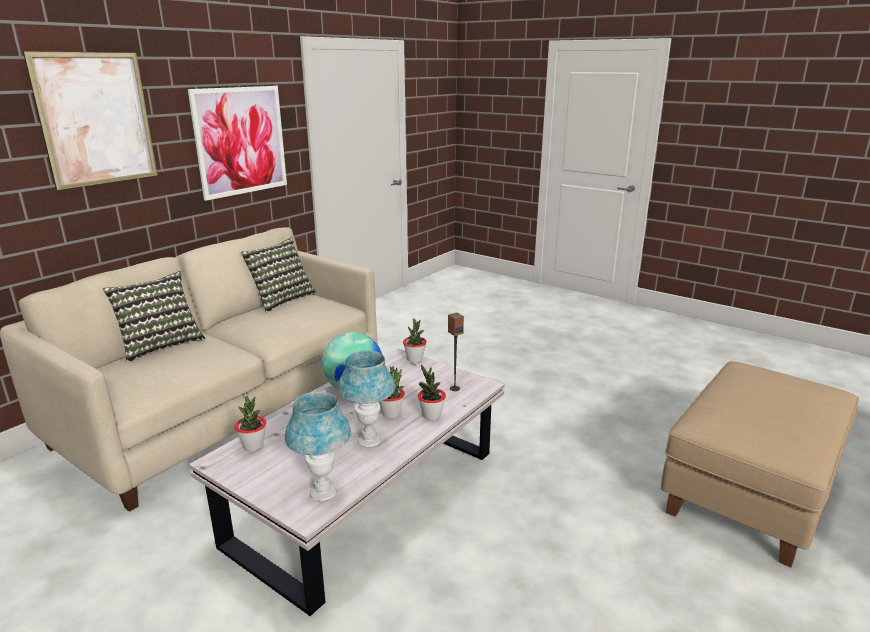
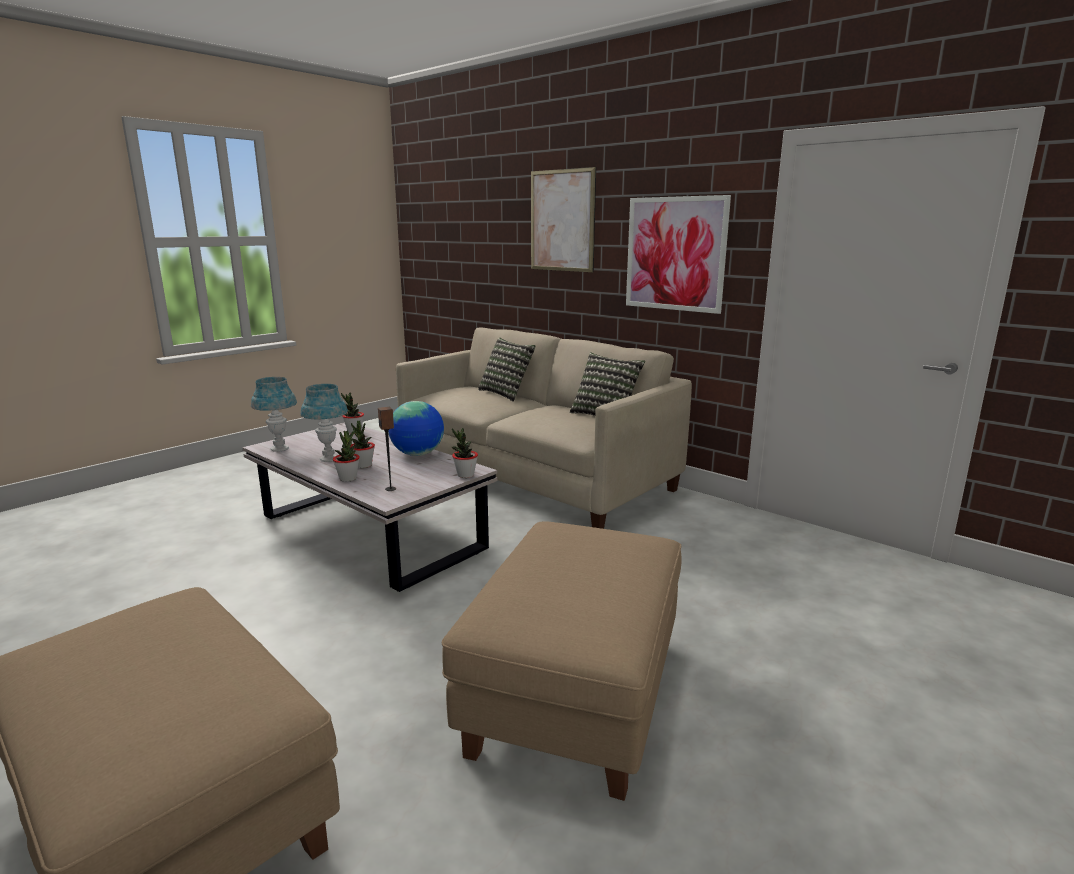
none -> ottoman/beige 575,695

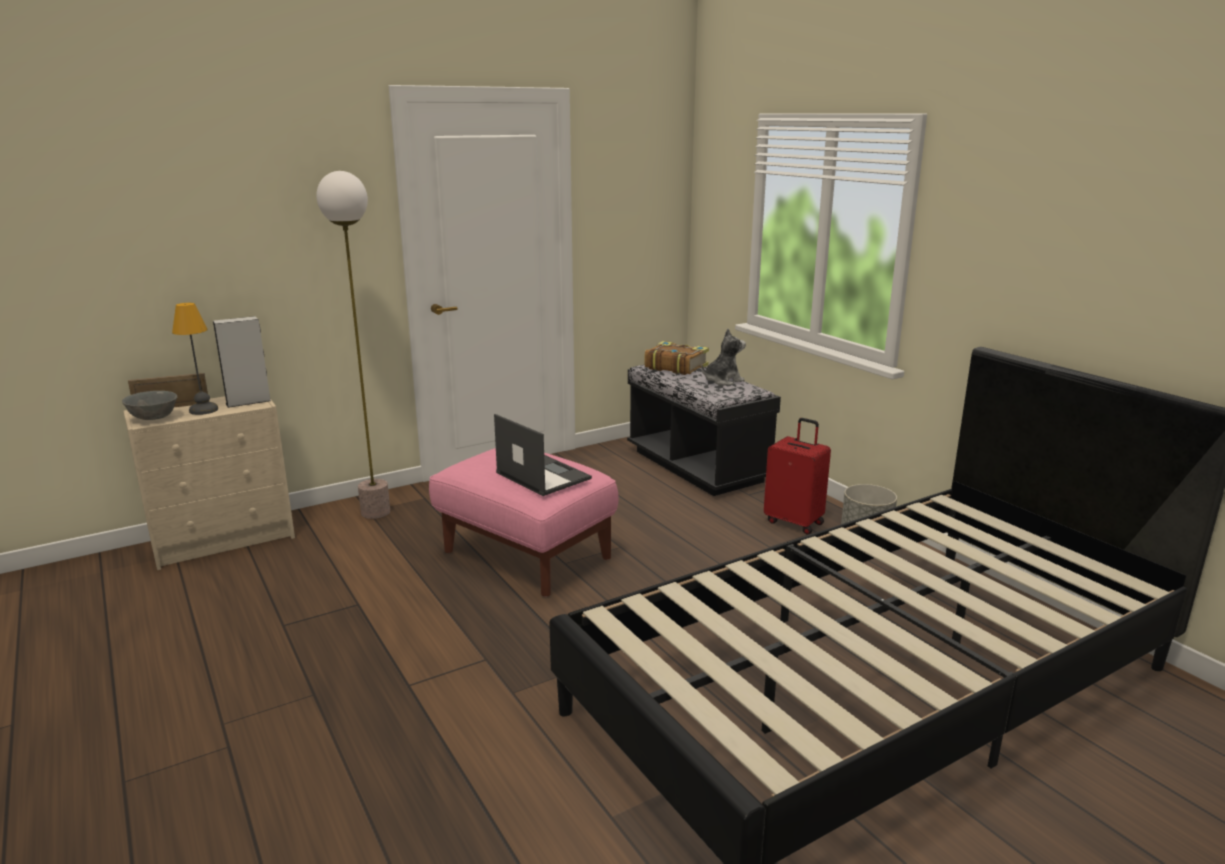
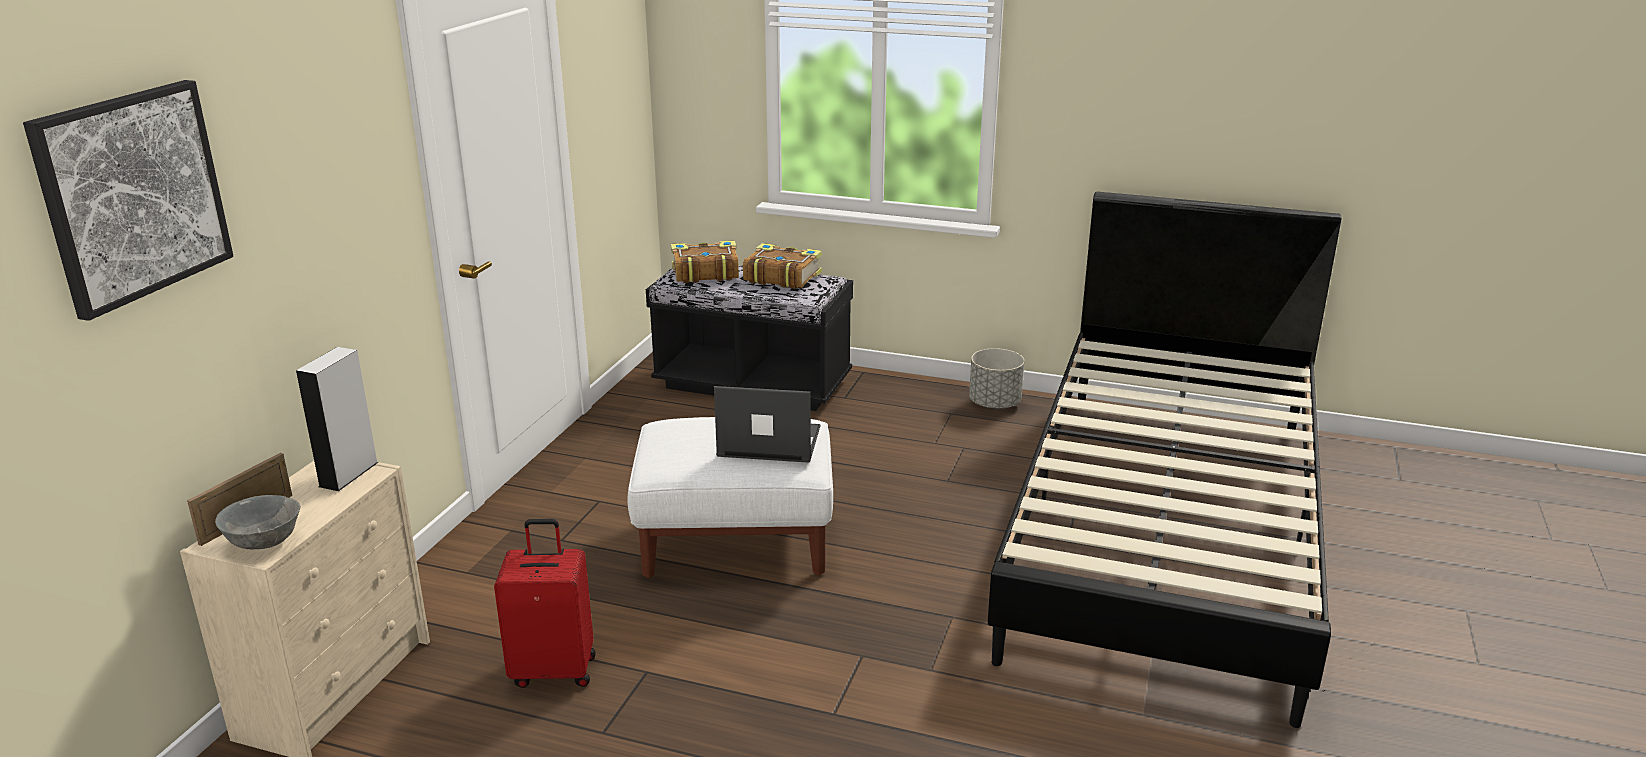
table lamp 204,410 -> none
floor lamp 376,512 -> none
ottoman/pink 525,555 -> ottoman/white 734,544
plush toy 722,381 -> book 781,277
suitcase/red 794,522 -> suitcase/red 554,670, move
none -> picture 133,195

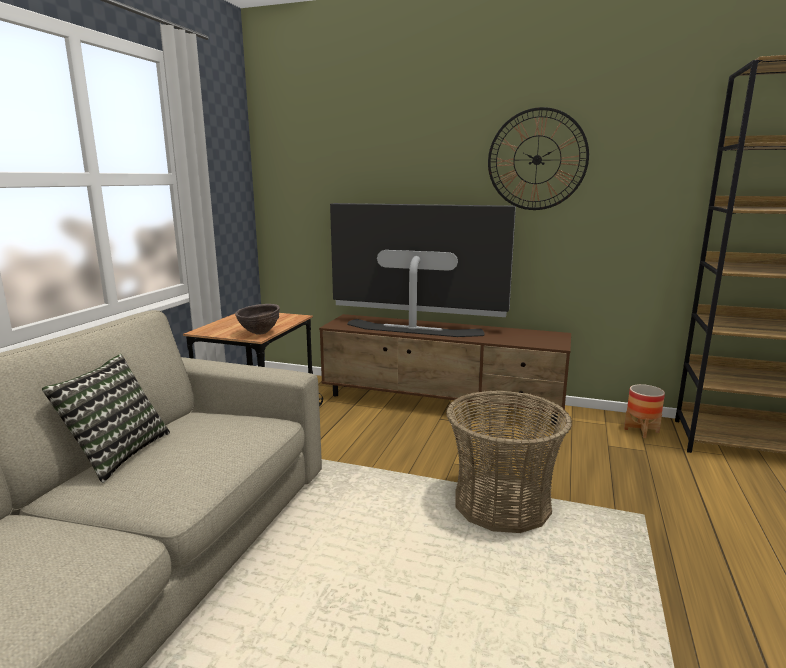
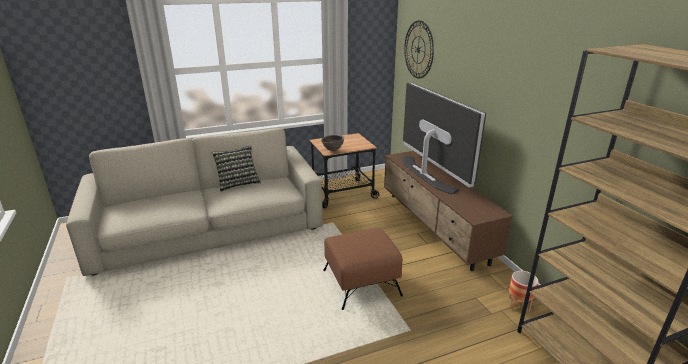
basket 501,504 -> ottoman/brown 362,283
wall clock 537,160 -> wall clock 418,50, move

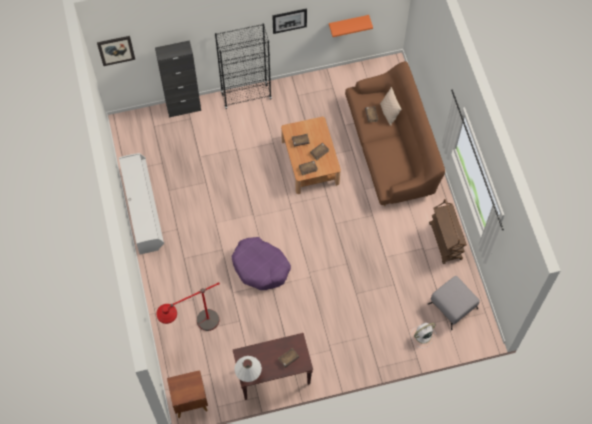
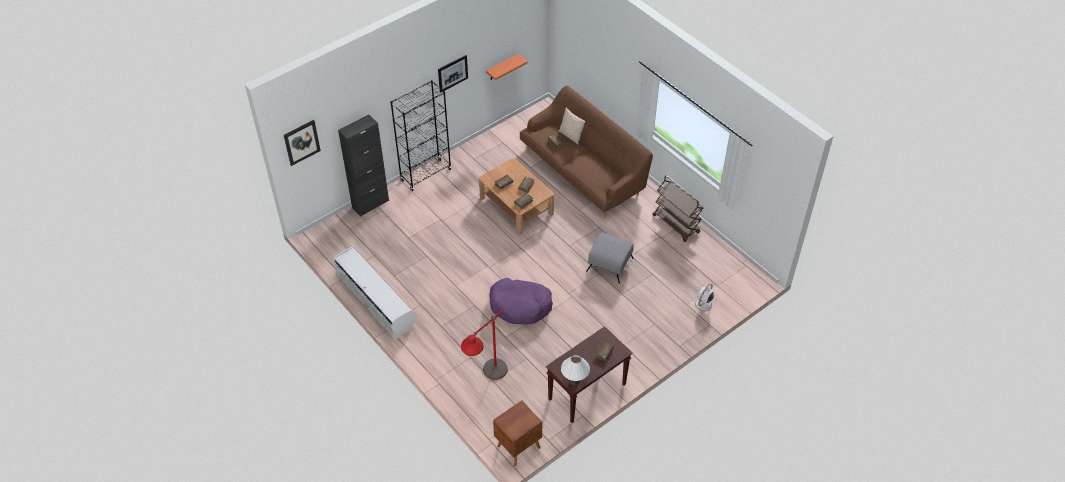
ottoman/grey 452,306 -> ottoman/grey 609,264, move

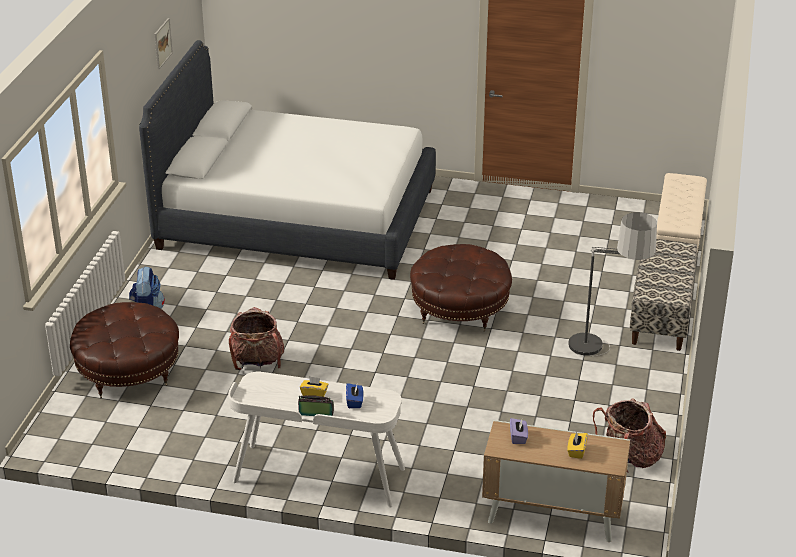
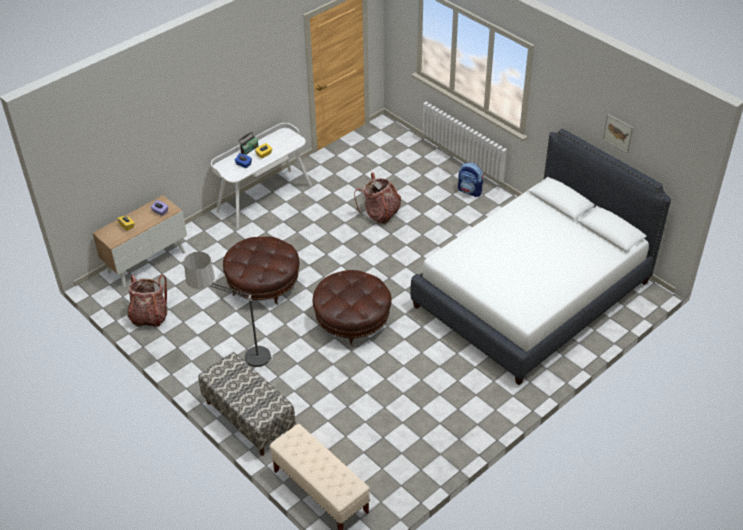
ottoman/brown 128,371 -> ottoman/brown 263,284, move

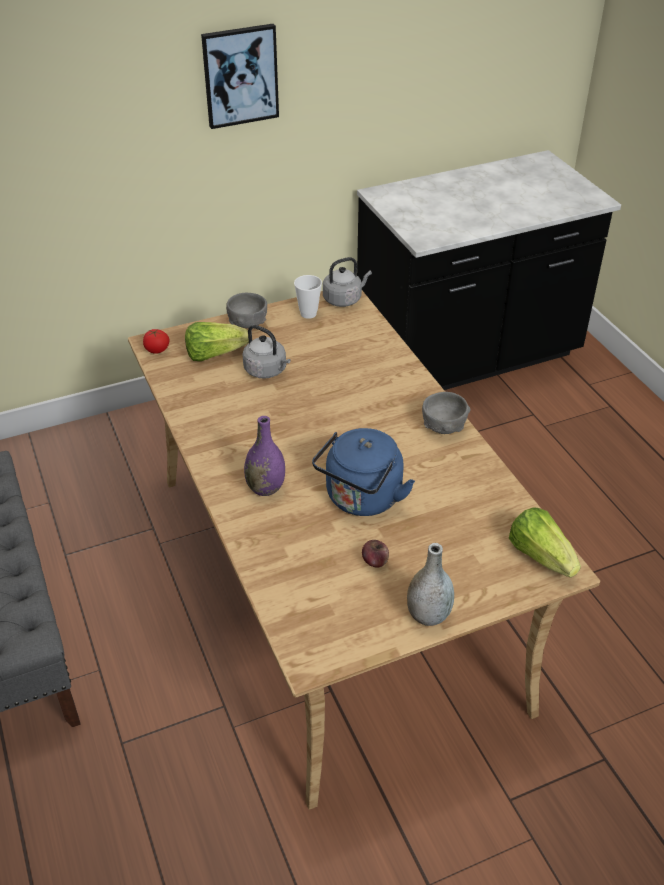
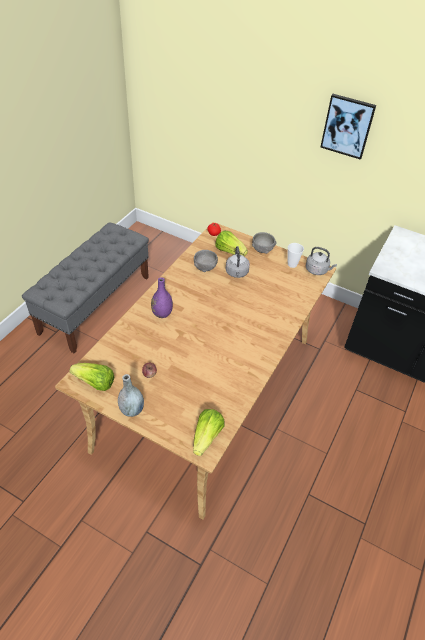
kettle/blue 361,499 -> none
bowl/grey 443,426 -> bowl/grey 205,267, move
none -> lettuce 95,383

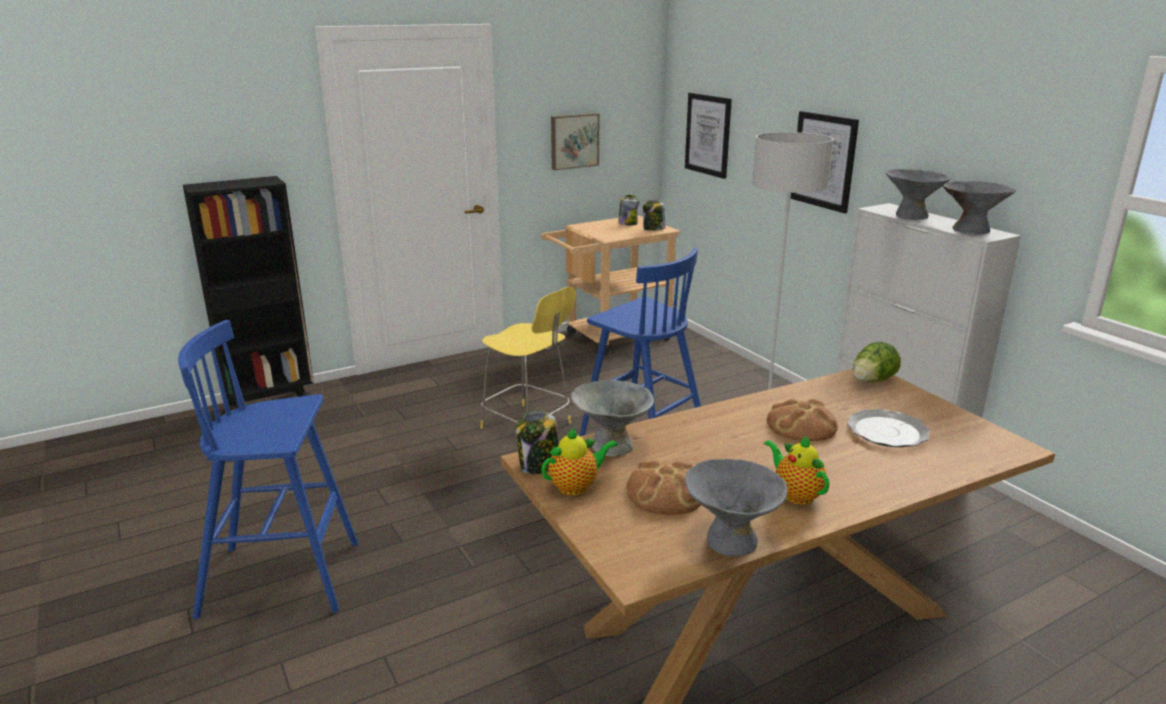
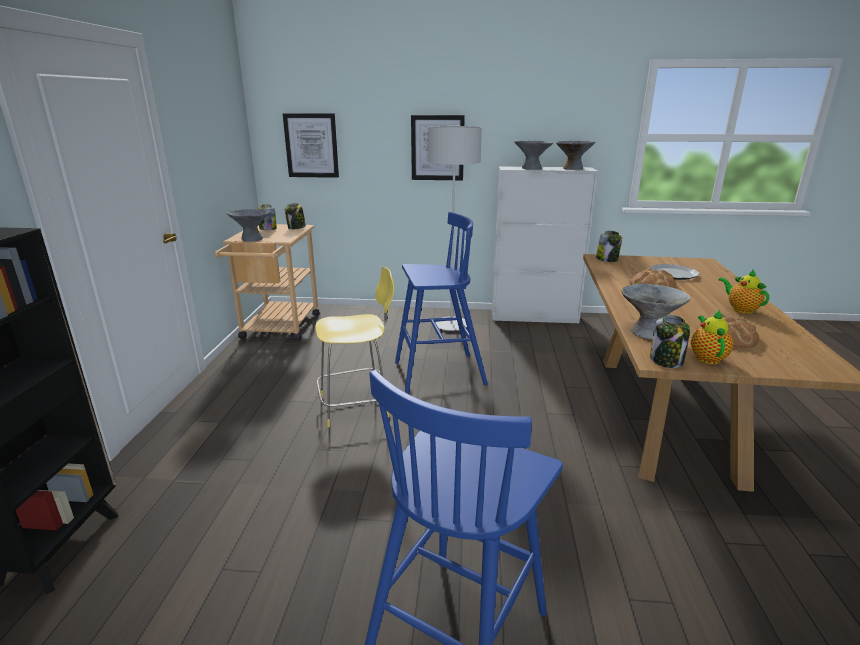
picture 574,141 -> none
bowl/grey 731,540 -> bowl/grey 251,239, move
teapot 795,494 -> teapot 740,309, 60 degrees clockwise
lettuce 871,381 -> jar 607,259

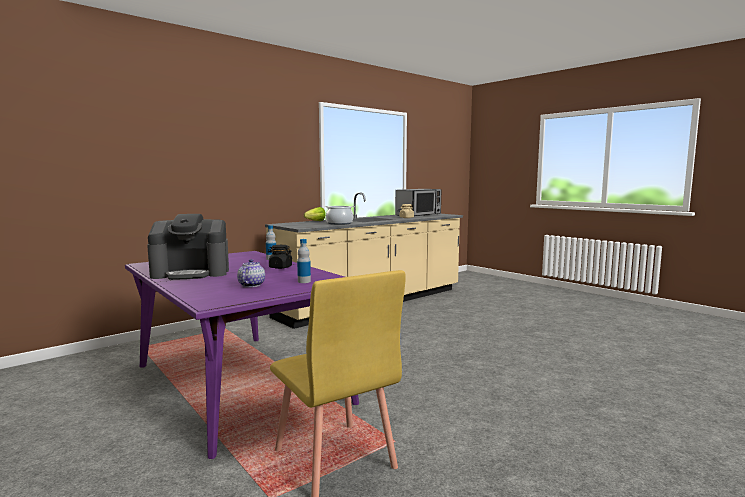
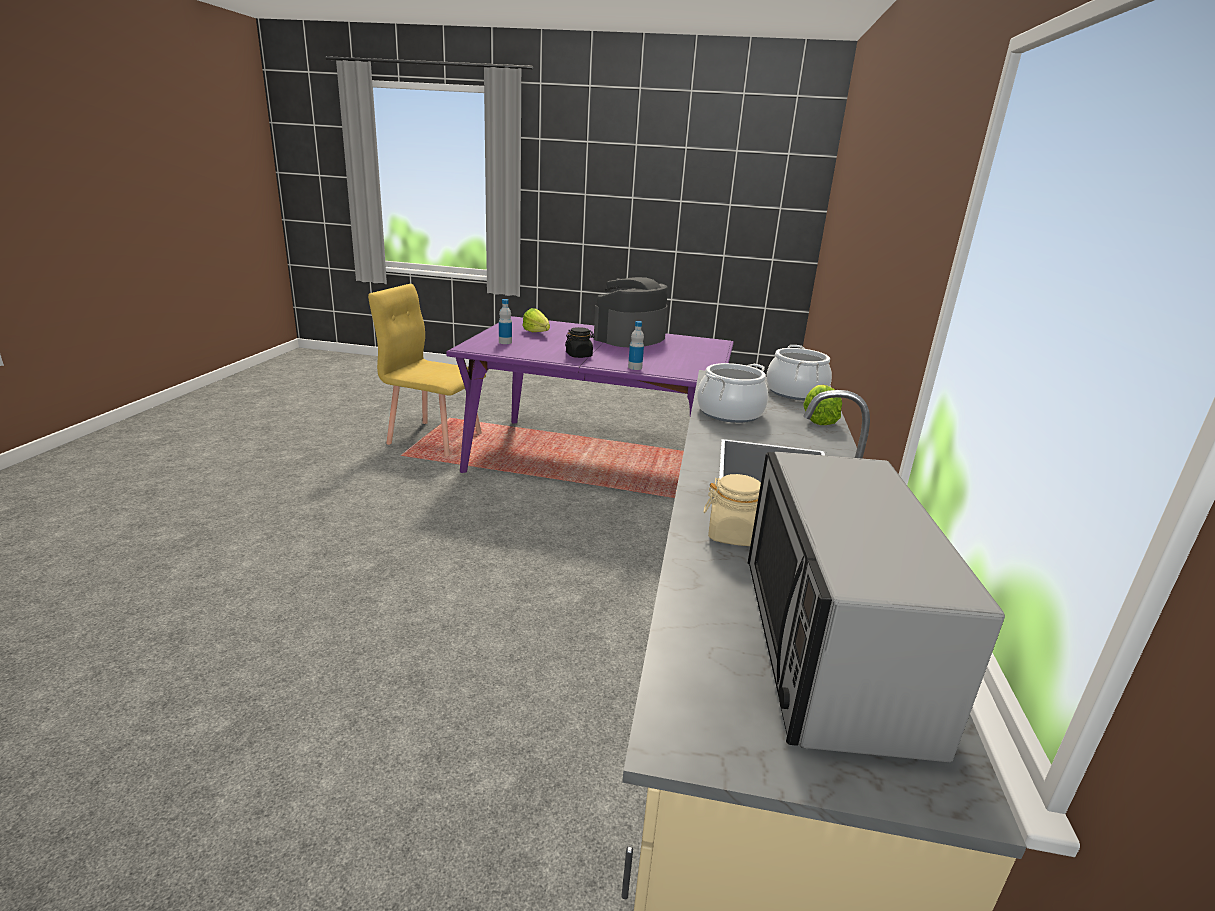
teapot 251,285 -> lettuce 538,334
none -> cooking pot 796,392

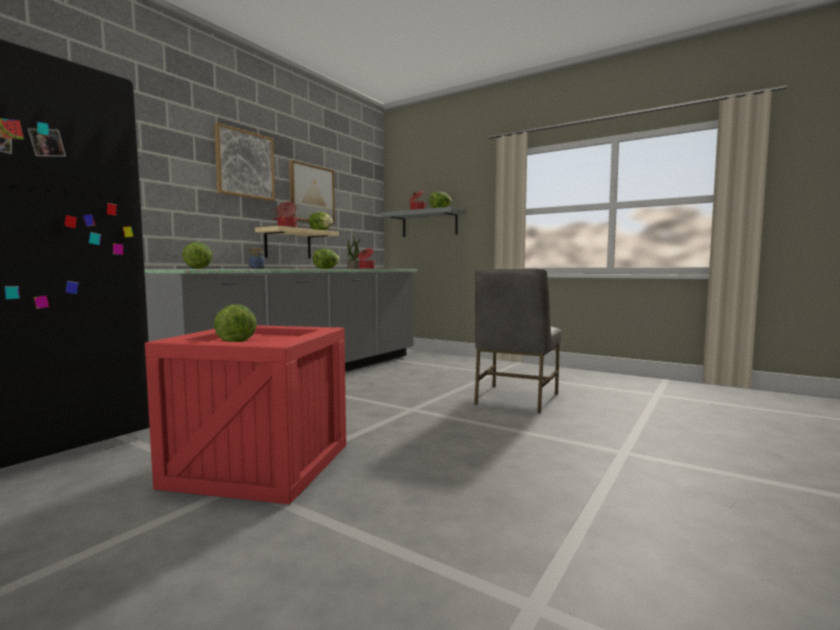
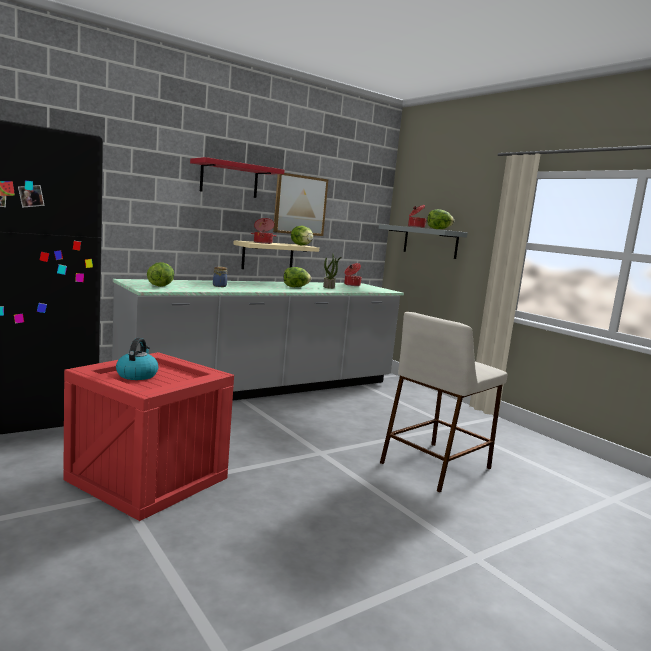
picture 245,164 -> shelf/red 229,179
lettuce 236,341 -> kettle 137,375
chair/grey 515,399 -> stool/beige 436,465

